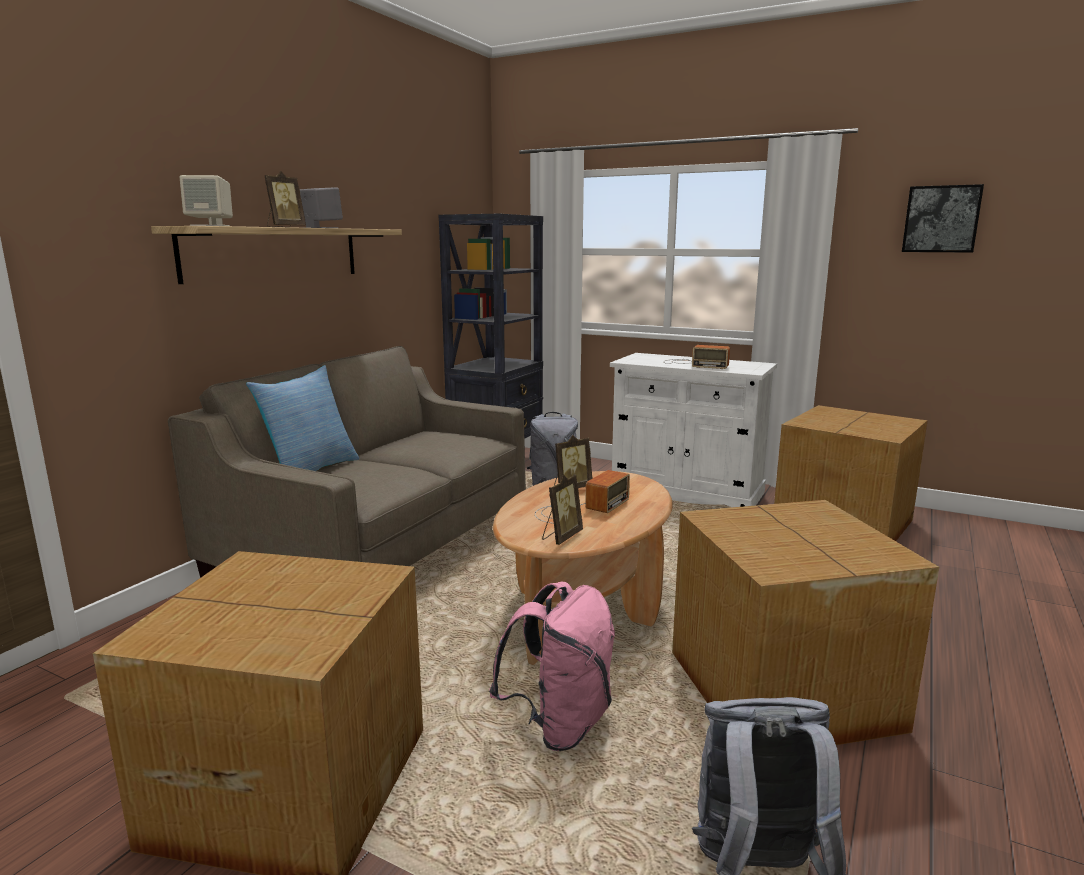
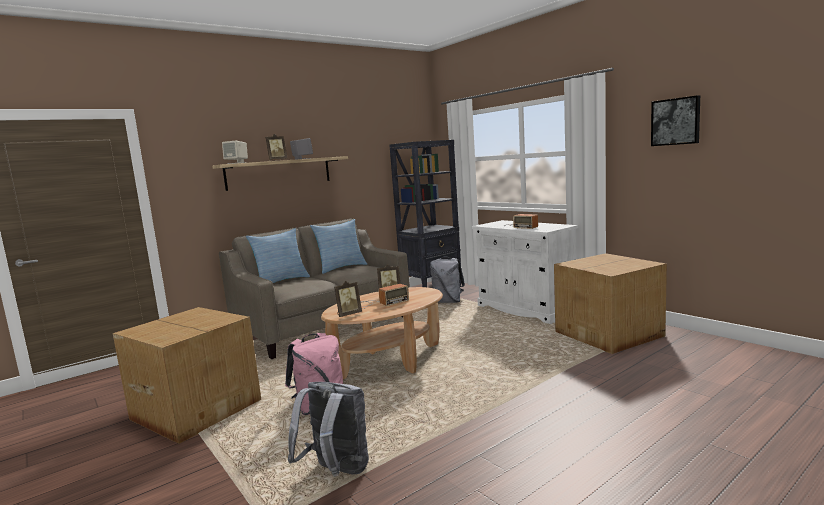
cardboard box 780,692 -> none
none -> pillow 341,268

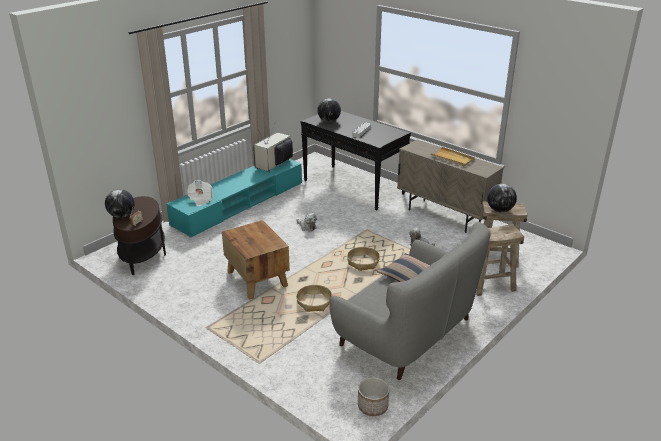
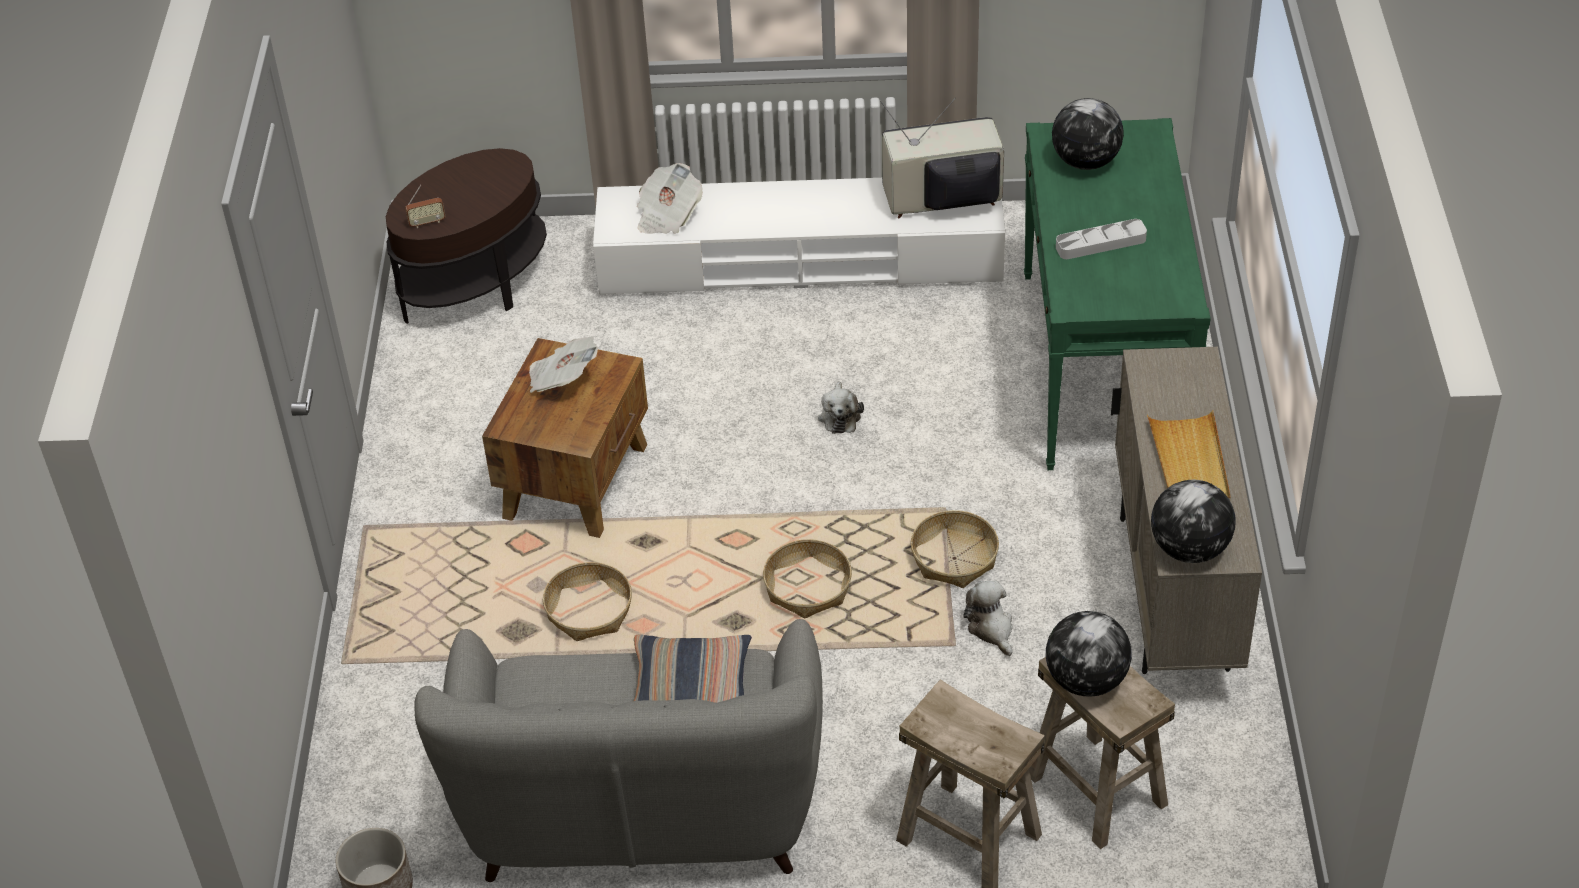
globe 122,216 -> globe 1189,549, move
tv stand/turquoise 239,204 -> tv stand/white 801,261
console table/black 353,187 -> console table/green 1103,367
none -> newspaper 563,379
none -> basket 954,558

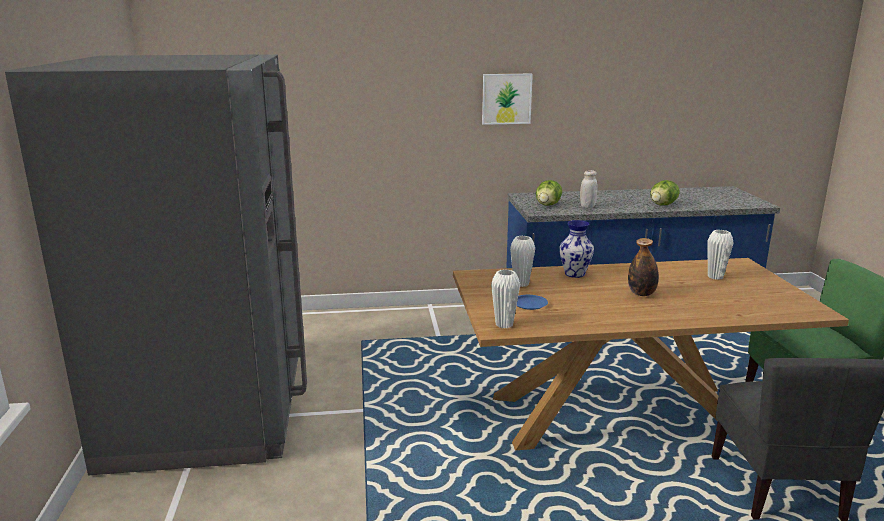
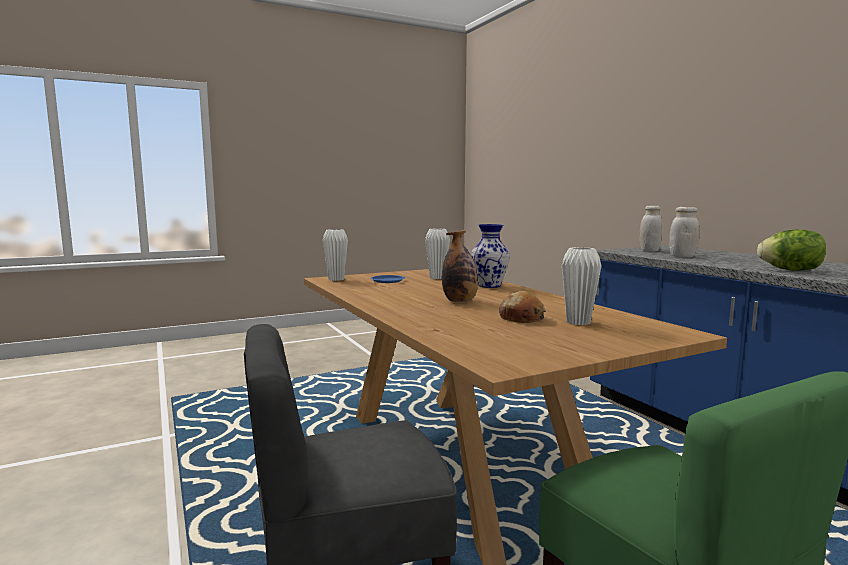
fridge/grey 209,410 -> none
picture 506,99 -> none
lettuce 547,205 -> jar/white 649,251
none -> bread 522,318

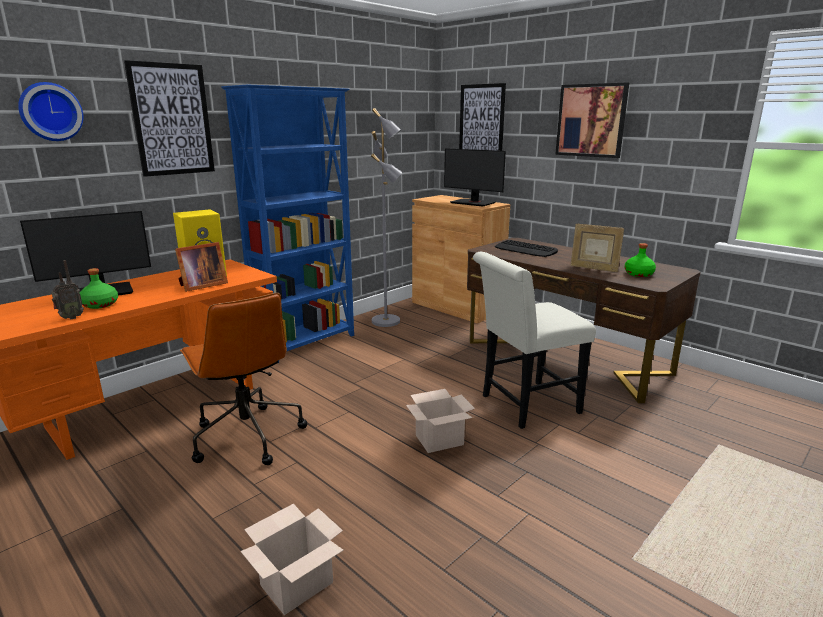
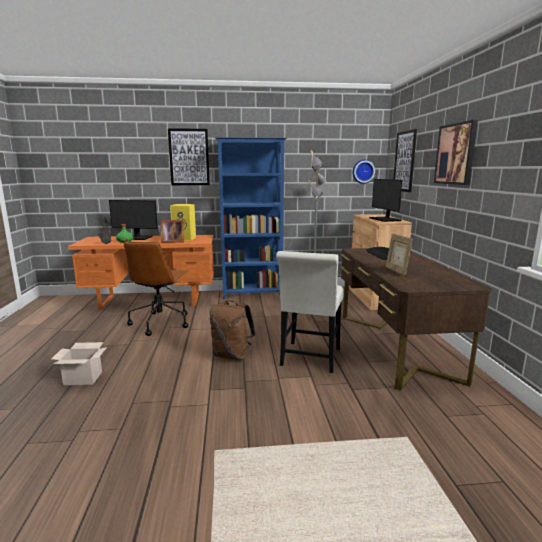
wall clock 50,112 -> wall clock 363,171, move
cardboard box 440,439 -> backpack/brown 232,355
chair/white 524,405 -> chair/white 309,359, 90 degrees counterclockwise
bottle/green 638,274 -> none

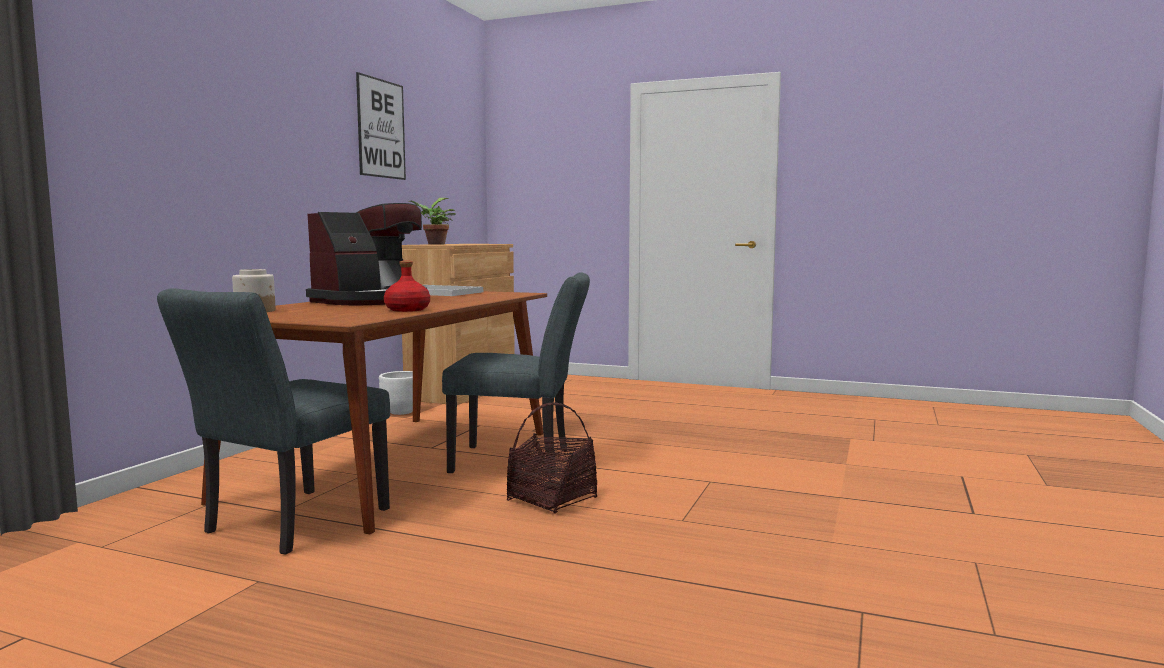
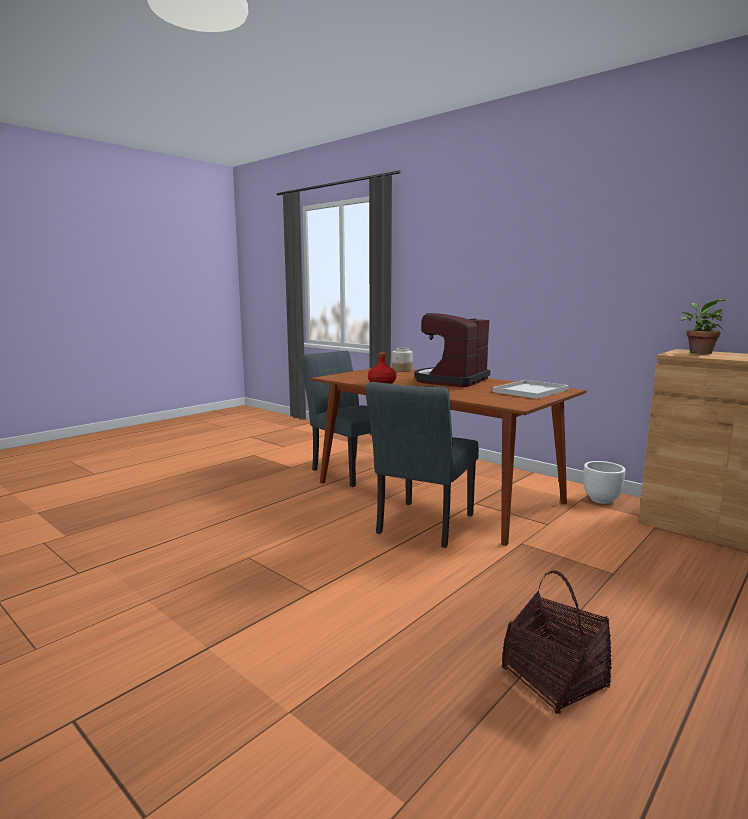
coffee machine 371,301 -> coffee machine 451,380, 60 degrees clockwise
picture 381,128 -> none
basket 552,499 -> basket 554,679, move

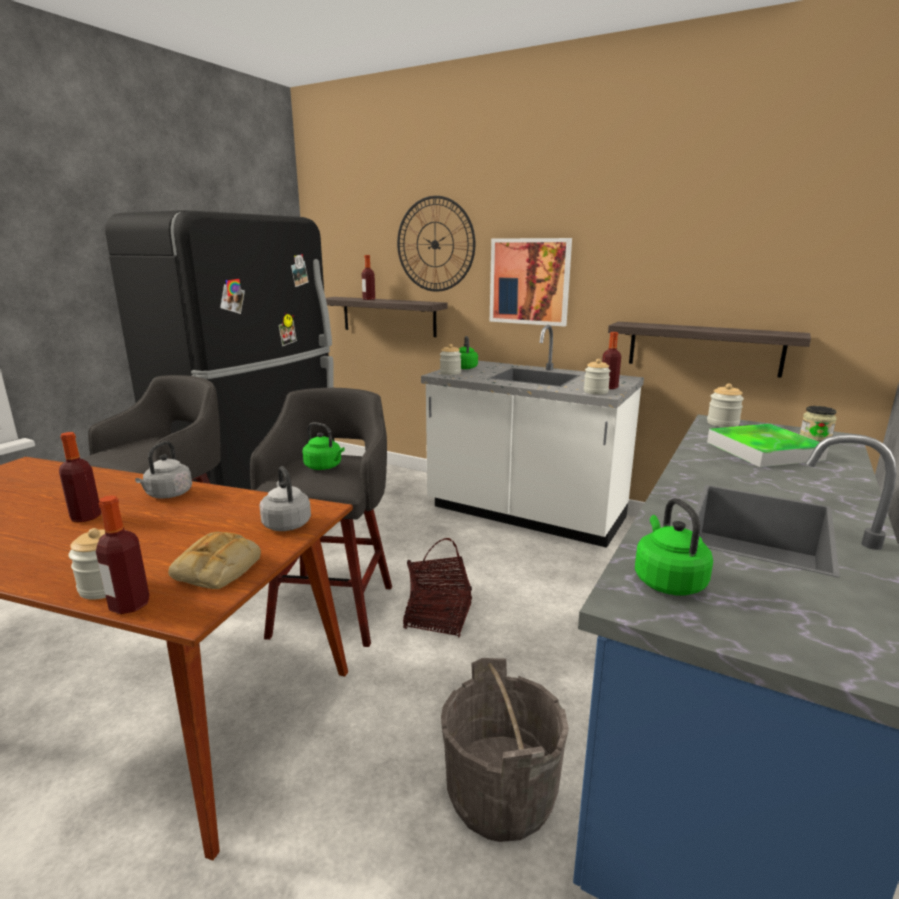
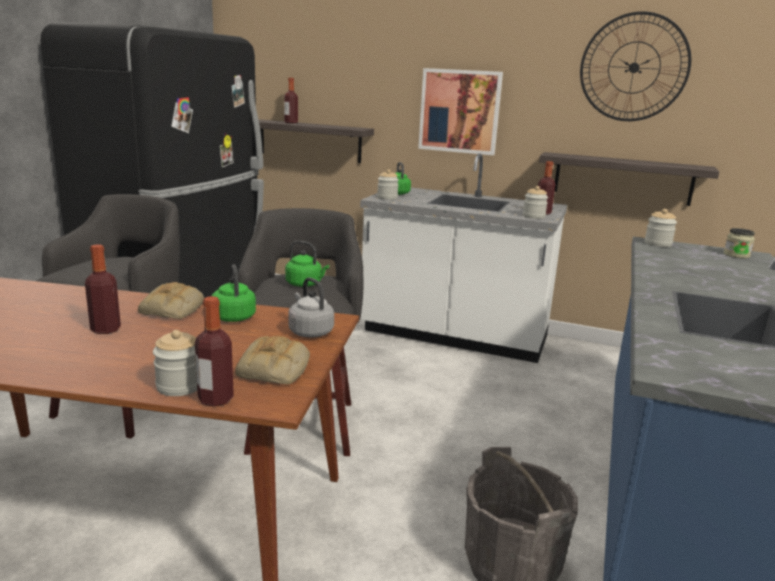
kettle/grey 168,495 -> bread 173,309
wall clock 435,244 -> wall clock 634,67, move
basket 438,617 -> none
kettle/green 667,581 -> kettle/green 233,316, move
tray 763,451 -> none

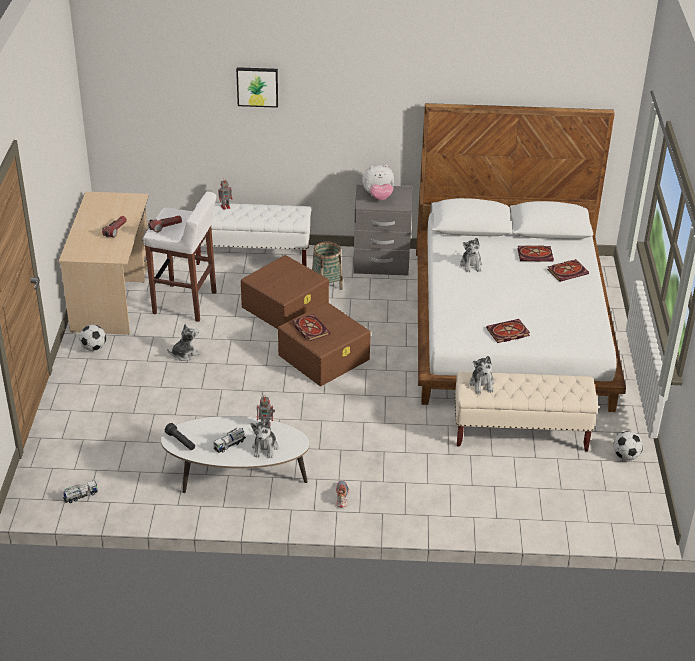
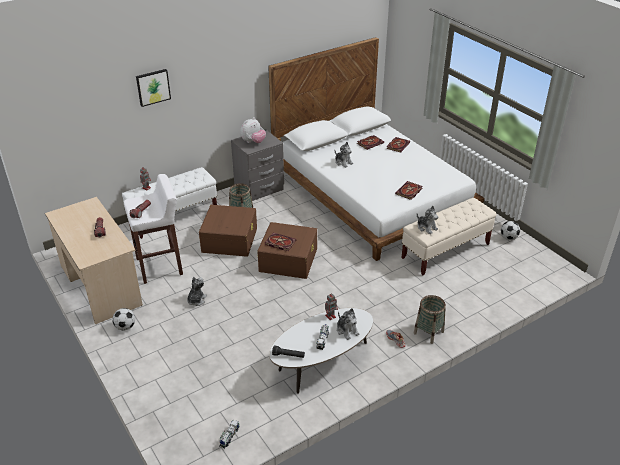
none -> basket 428,332

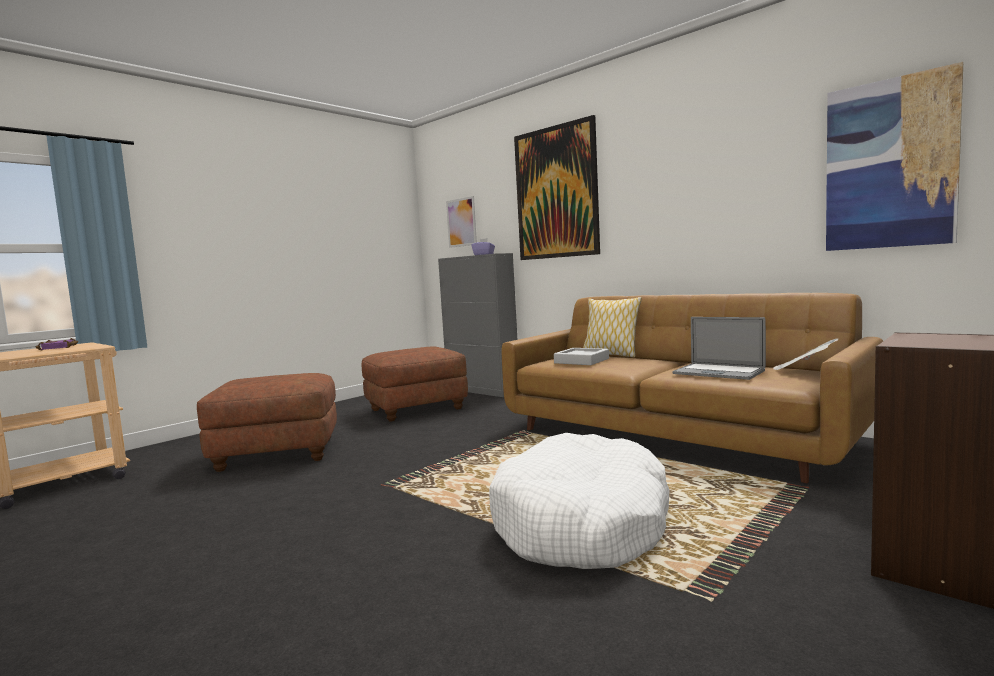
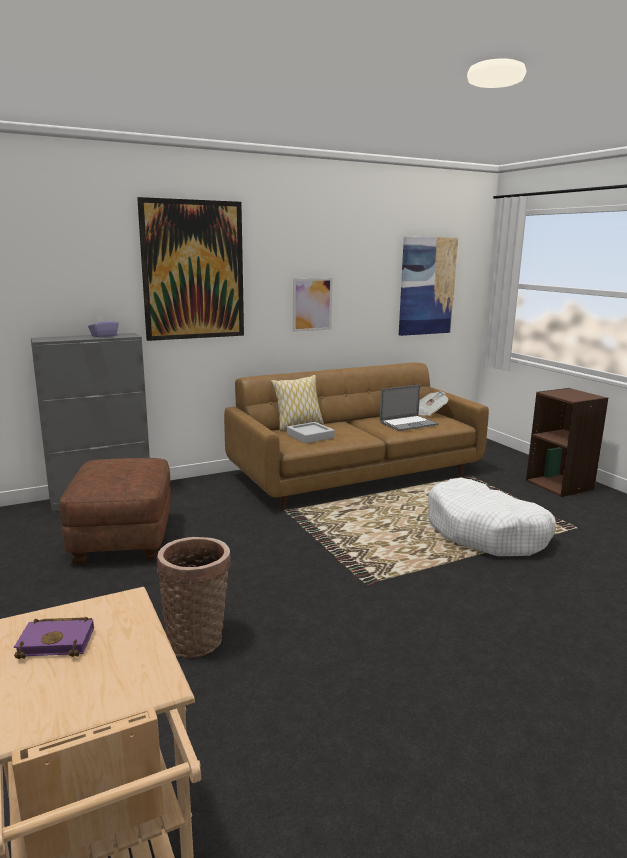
ottoman/brown 277,454 -> basket 197,639
picture 461,222 -> picture 312,304, move

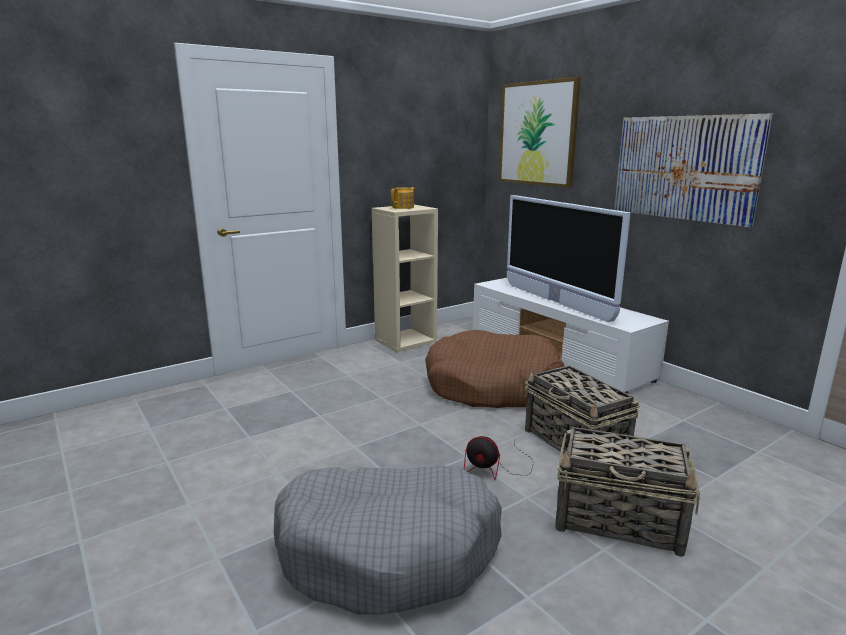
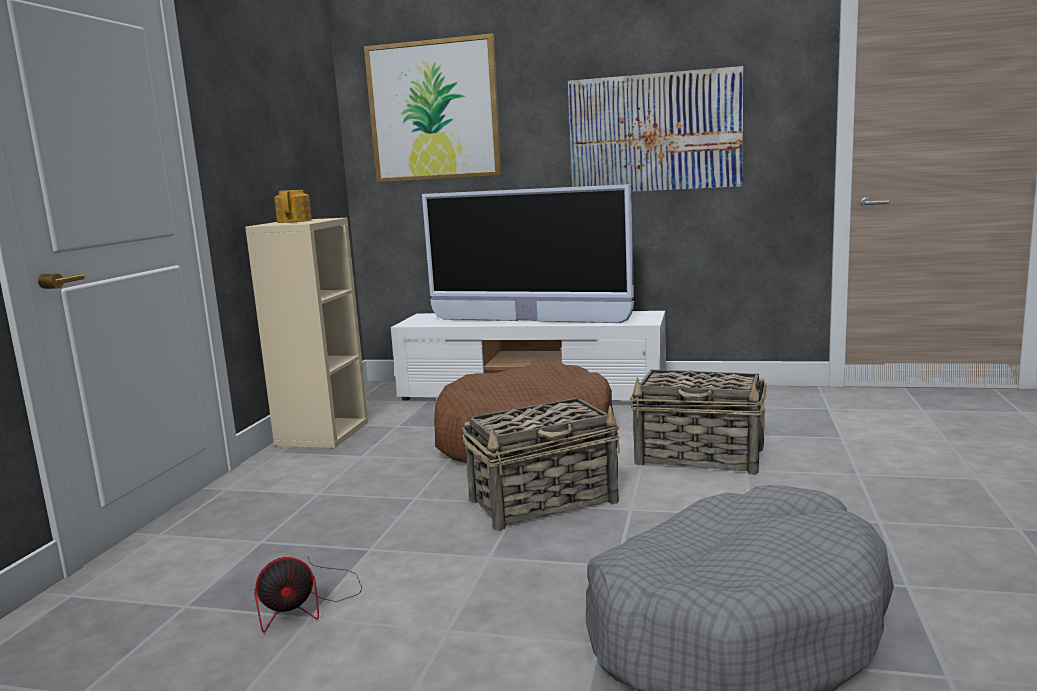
fan 496,468 -> fan 307,604, move
basket 619,521 -> basket 544,501, move

